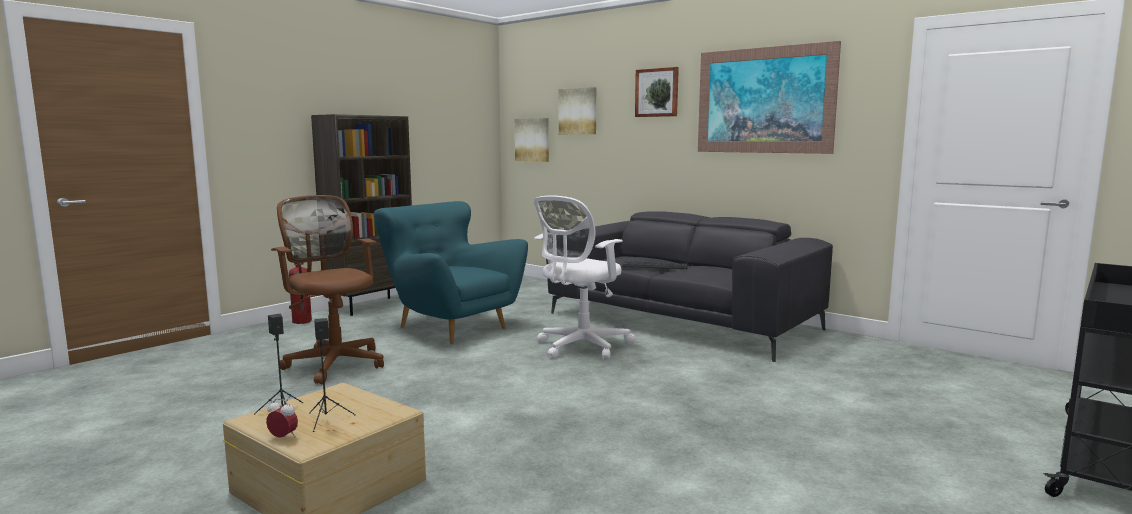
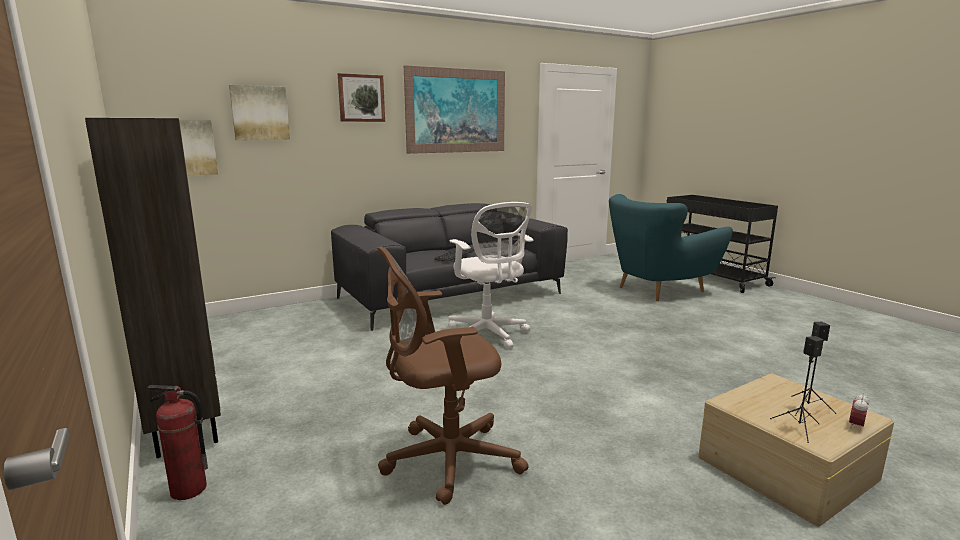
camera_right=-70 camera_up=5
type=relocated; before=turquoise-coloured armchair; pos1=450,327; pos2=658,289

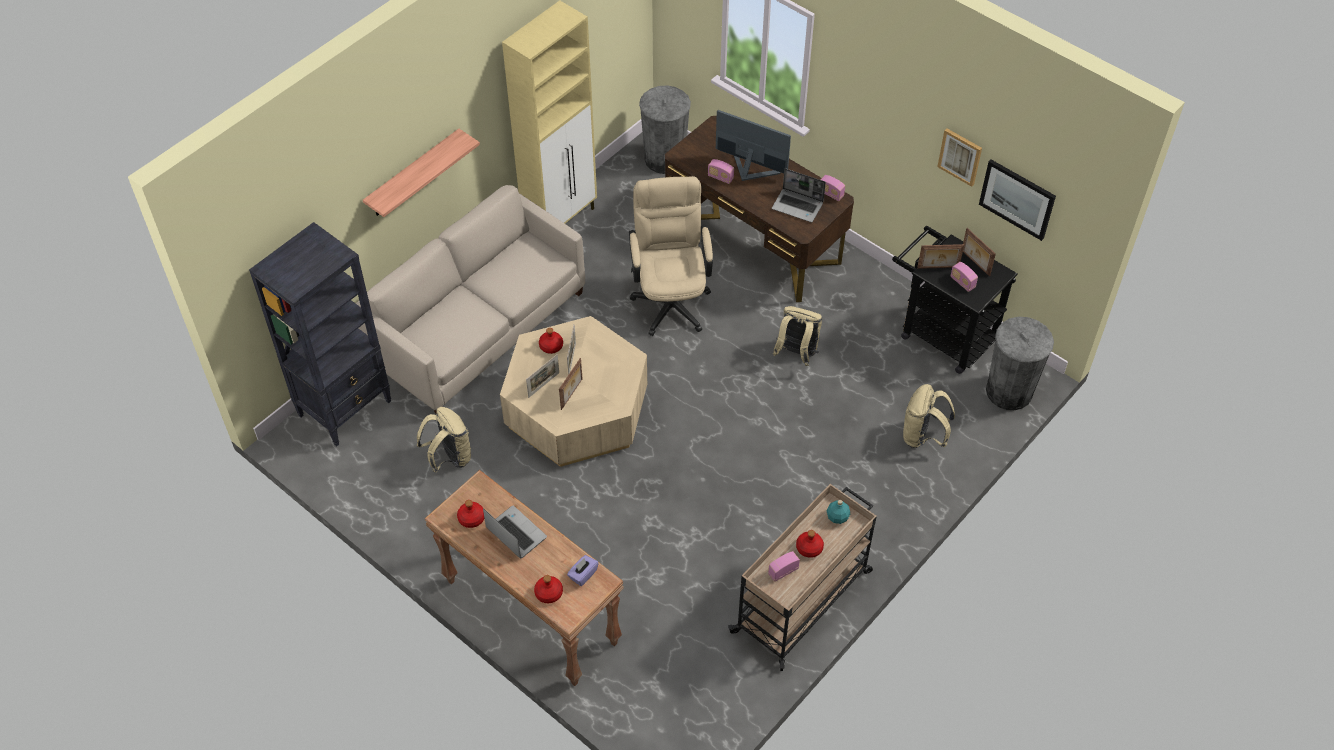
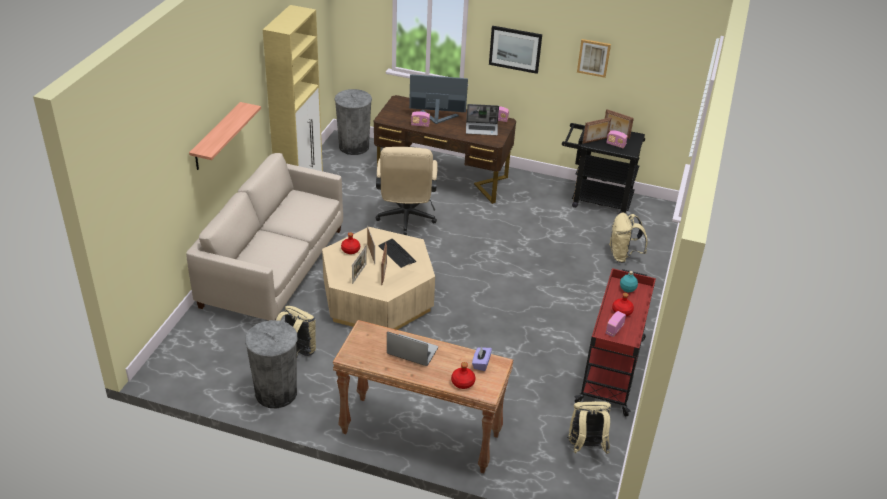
camera_right=-25 camera_up=-15
type=missing; before=black shelving unit; pos1=346,408
type=missing; before=reddish drink bottle; pos1=471,519
type=appeared; after=computer keyboard; pos2=397,253
type=relocated; before=sand-coloured backpack; pos1=796,353; pos2=585,446
type=relocated; before=picture; pos1=1017,199; pos2=515,49
type=relocated; before=grey waste bin; pos1=1009,391; pos2=276,393
type=colour; before=sand-coloured cart; after=reddish cart; pos1=803,600; pos2=611,369
type=spun; before=sand-coloured office chair; pos1=671,298; pos2=405,219; turn=-150

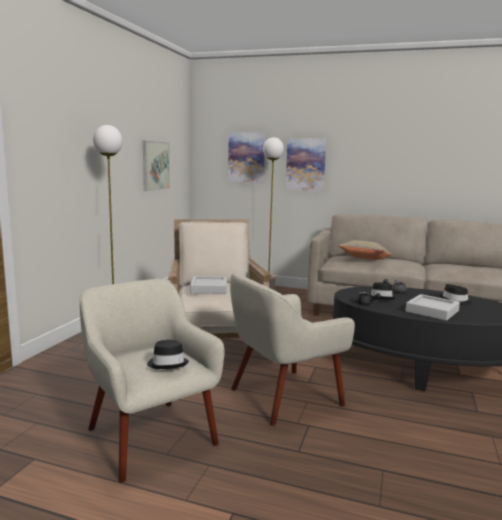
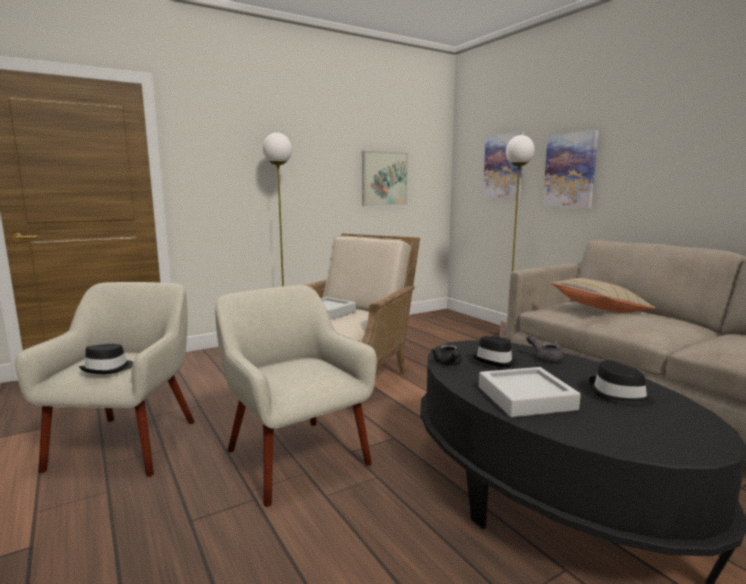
camera_right=40 camera_up=0
type=spun; before=sand-coloured armchair; pos1=283,396; pos2=295,456; turn=45

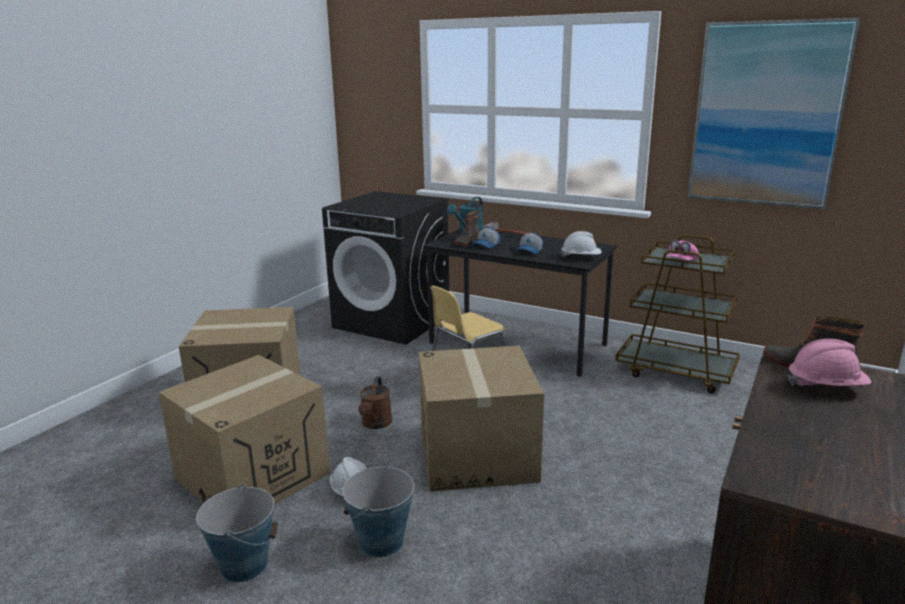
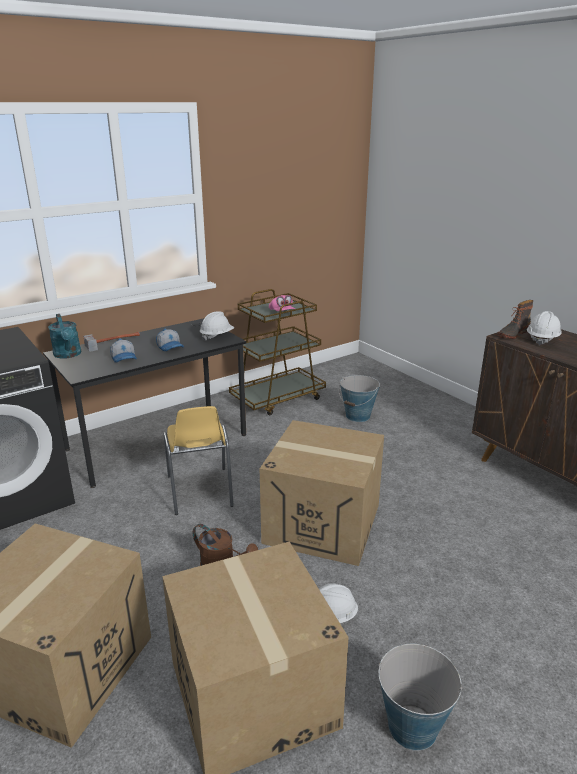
camera_right=-65 camera_up=5
type=missing; before=tall boot; pos1=465,242
type=missing; before=picture; pos1=766,115
type=relocated; before=water bucket; pos1=381,542; pos2=358,416
type=colour; before=pink-coloured hard hat; after=white hard hat; pos1=826,386; pos2=542,339

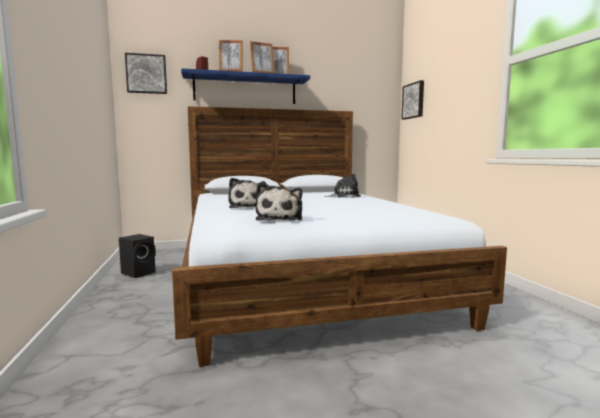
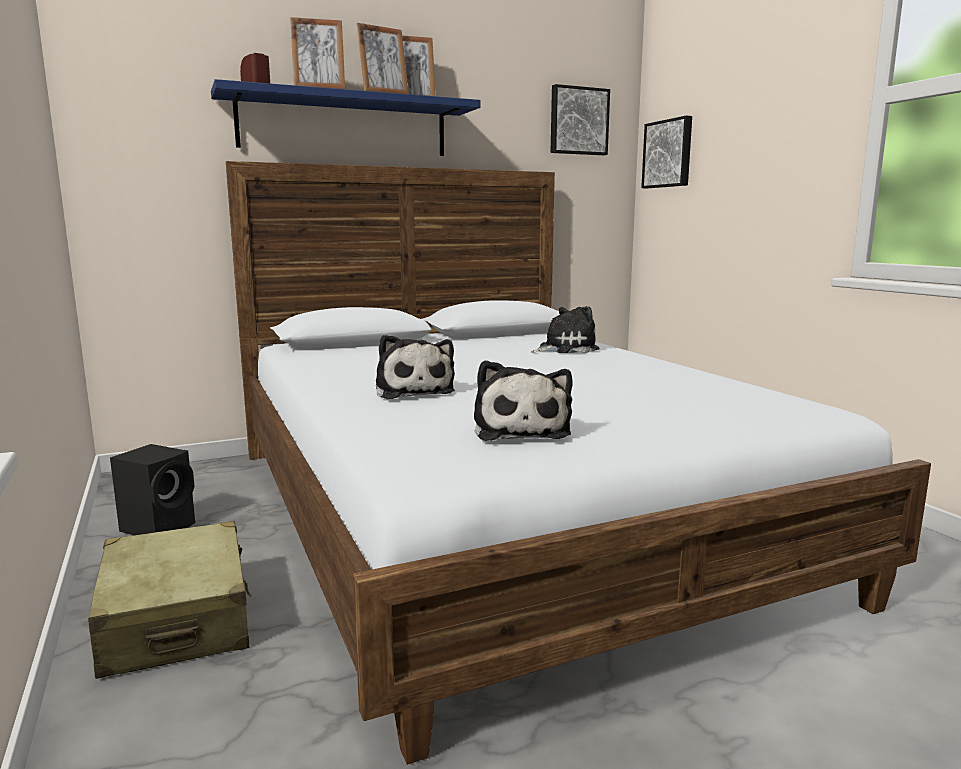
camera_right=-10 camera_up=5
type=appeared; after=sand-coloured suitcase; pos2=177,620
type=relocated; before=picture; pos1=146,74; pos2=578,121

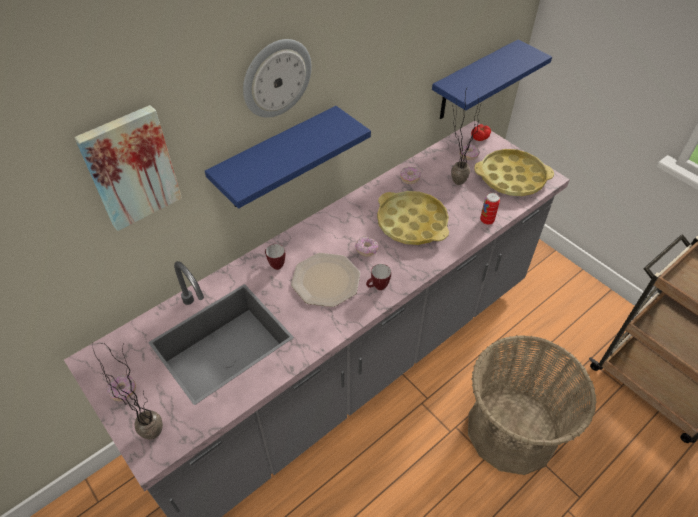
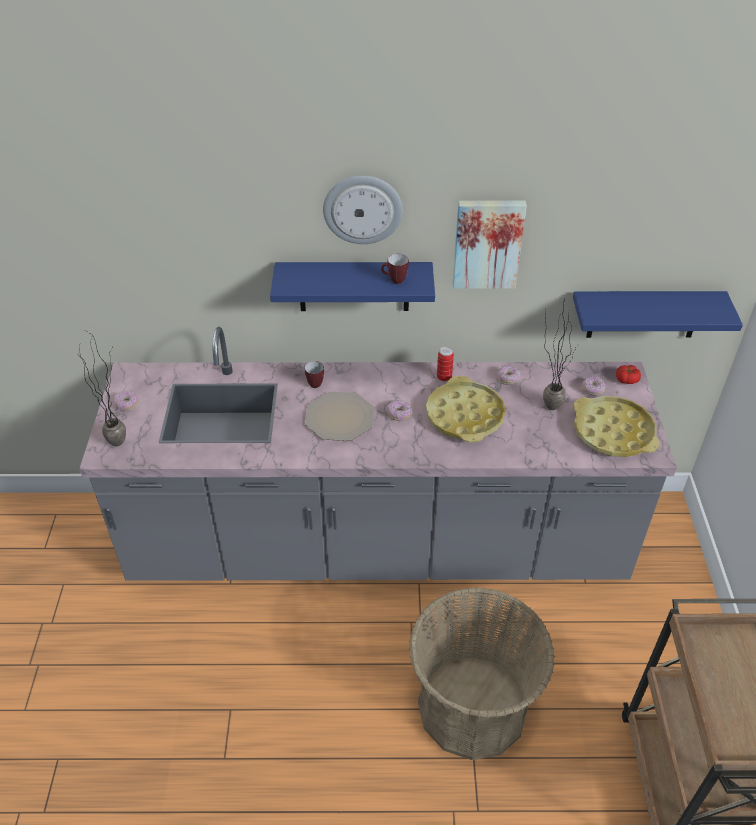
camera_right=40 camera_up=-5
type=relocated; before=picture; pos1=130,167; pos2=487,243
type=relocated; before=mug; pos1=377,287; pos2=394,281
type=relocated; before=can; pos1=487,220; pos2=444,377

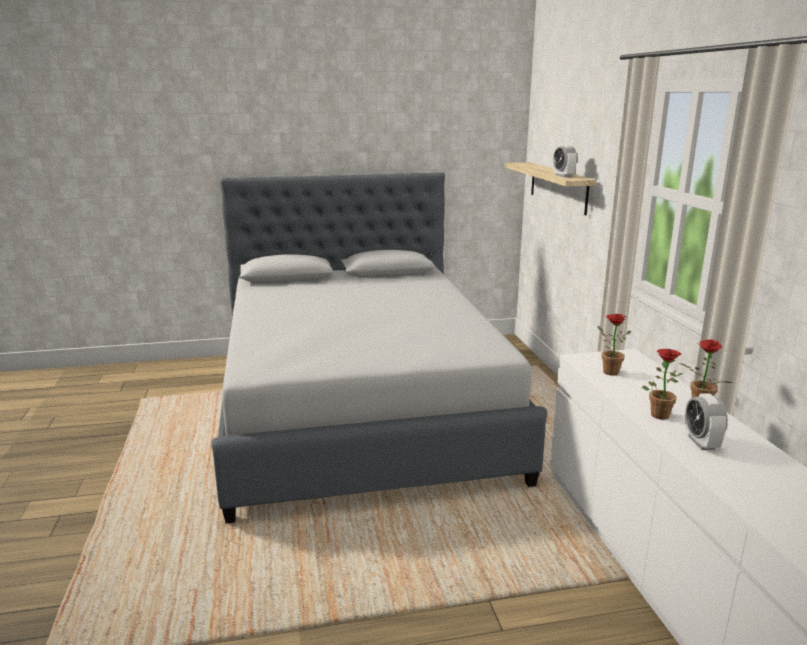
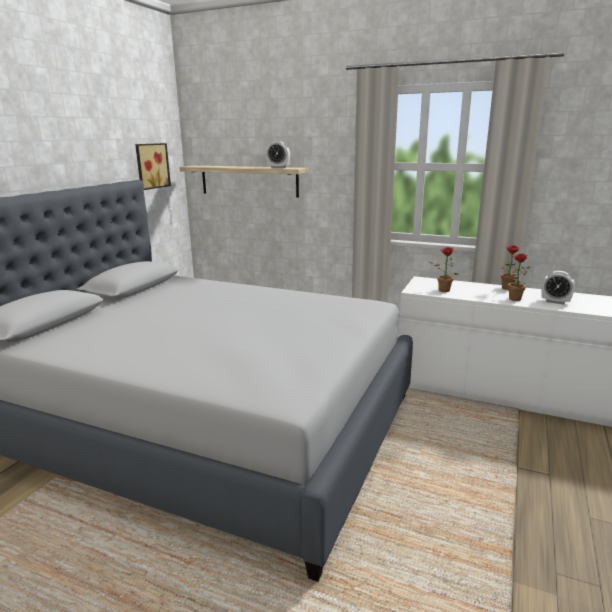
camera_right=-55 camera_up=0
type=appeared; after=picture; pos2=151,166

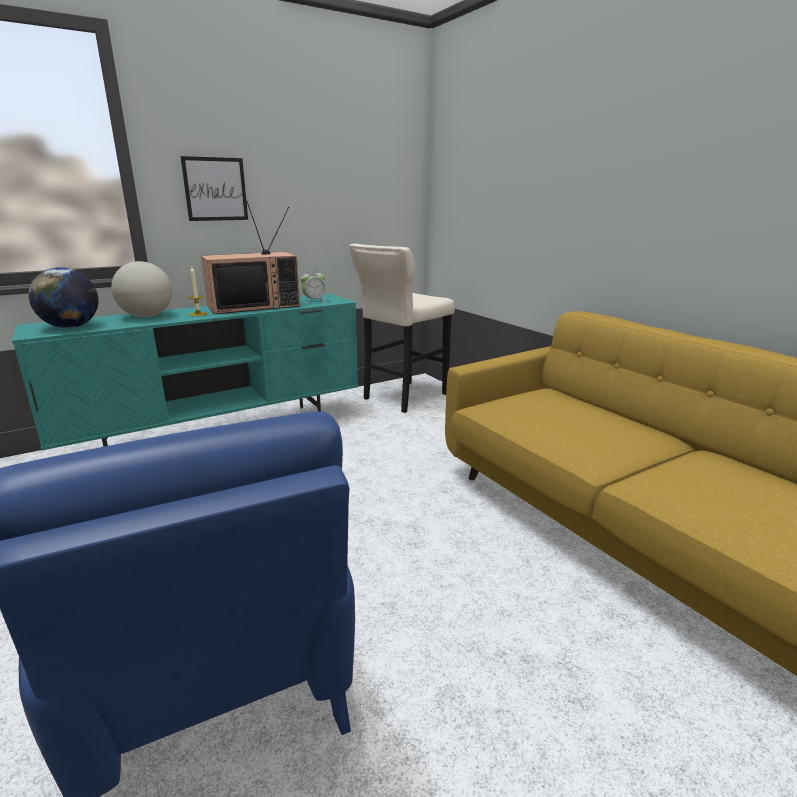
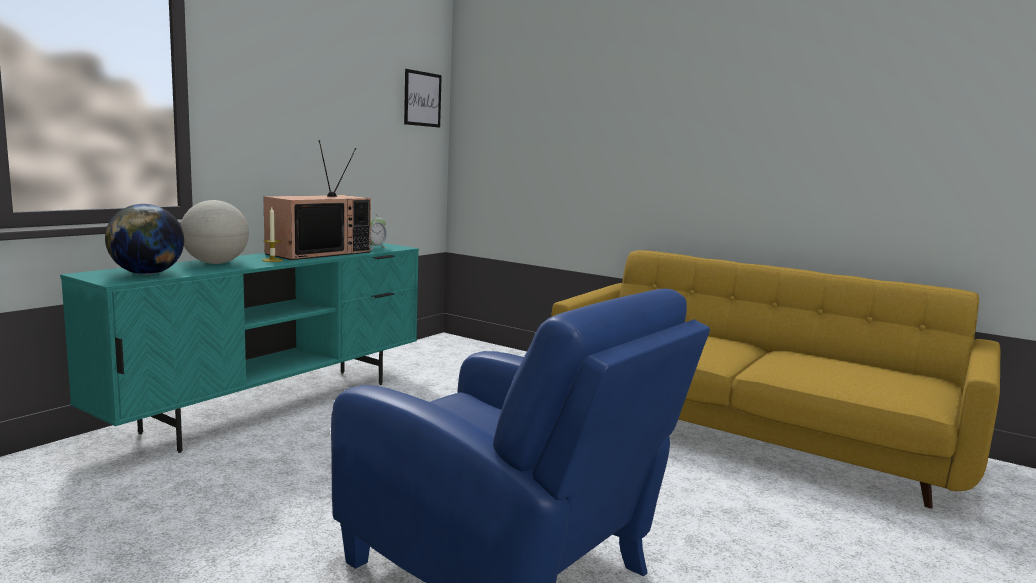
camera_right=-25 camera_up=-10
type=missing; before=sand-coloured stool; pos1=403,398
type=relocated; before=picture; pos1=215,189; pos2=422,99

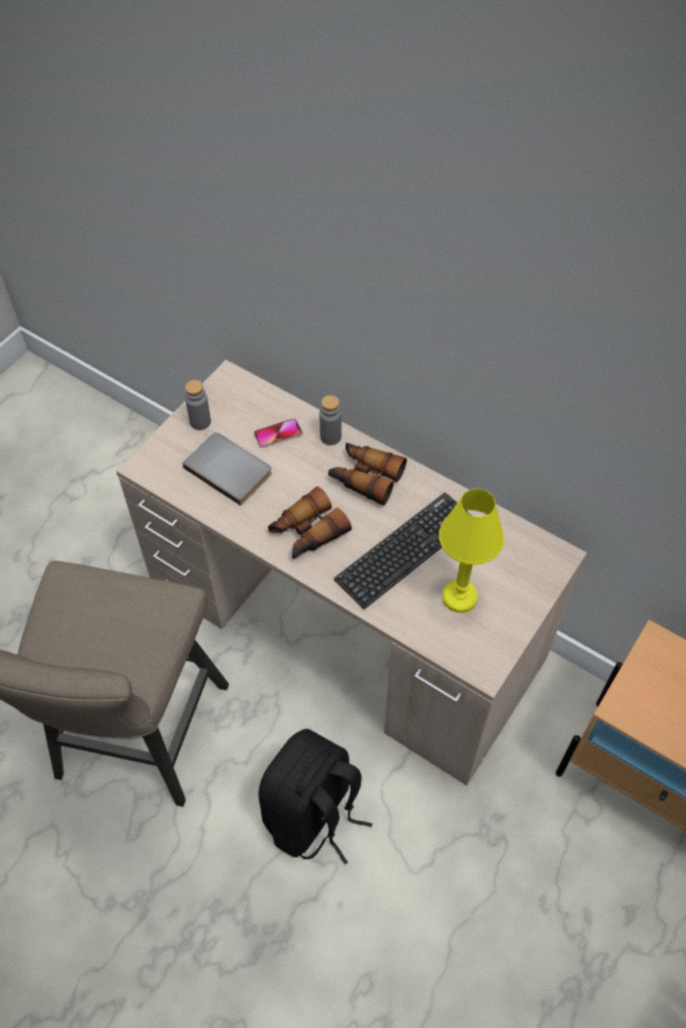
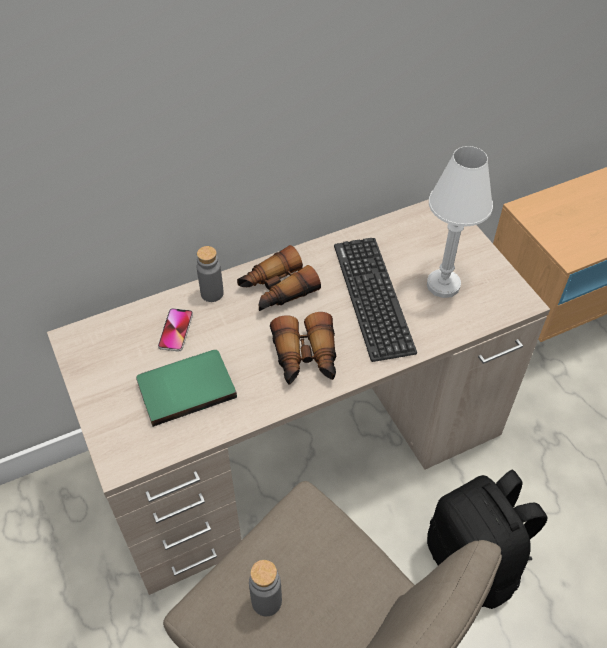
camera_right=-60 camera_up=-5
type=relocated; before=grey drink bottle; pos1=200,422; pos2=266,601
type=colour; before=grey book; after=greenish book; pos1=230,468; pos2=185,387
type=colour; before=yellow-coloured table lamp; after=white table lamp; pos1=459,597; pos2=443,285

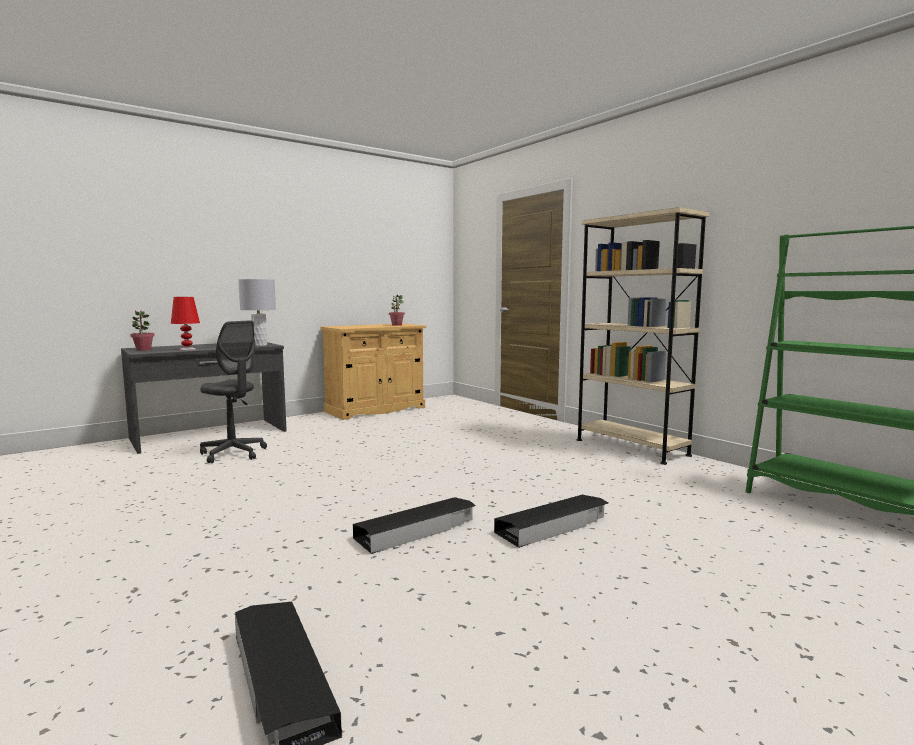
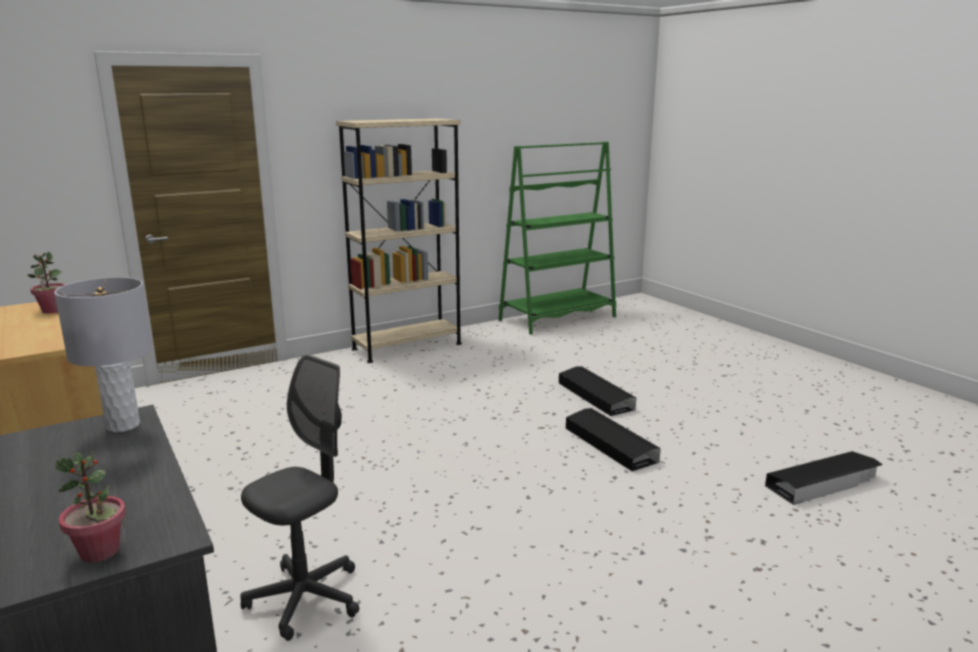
camera_right=-85 camera_up=10
type=missing; before=reddish table lamp; pos1=187,349

